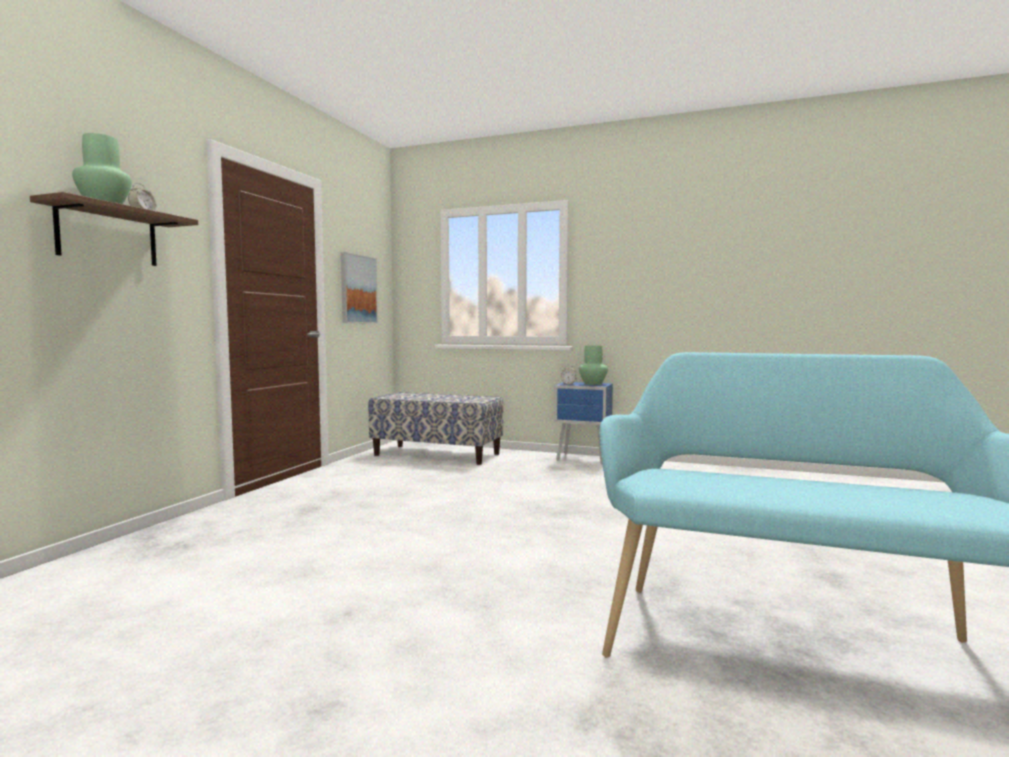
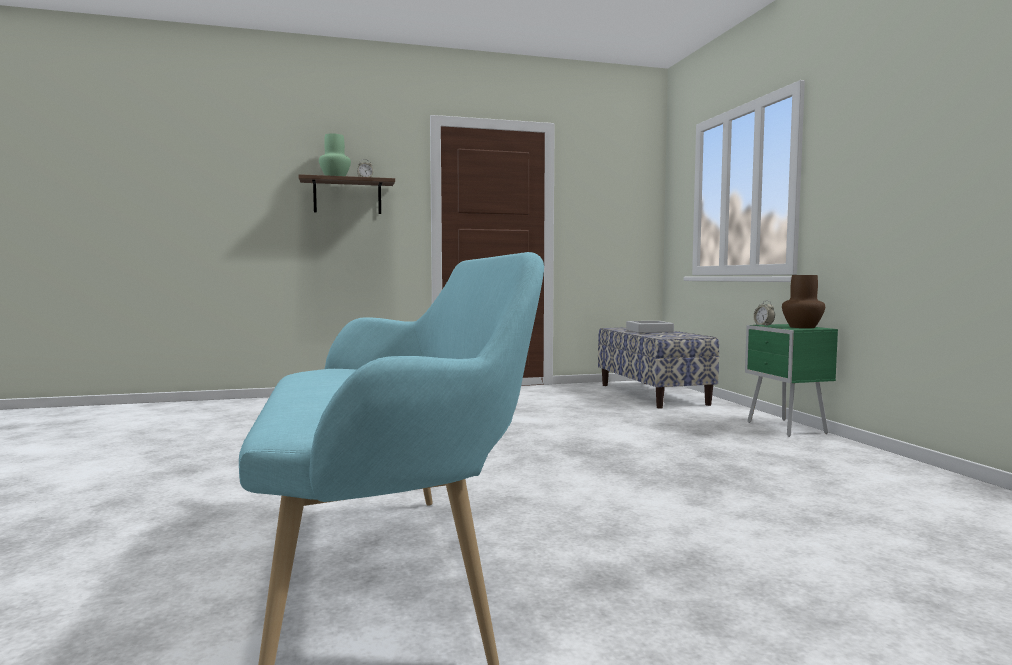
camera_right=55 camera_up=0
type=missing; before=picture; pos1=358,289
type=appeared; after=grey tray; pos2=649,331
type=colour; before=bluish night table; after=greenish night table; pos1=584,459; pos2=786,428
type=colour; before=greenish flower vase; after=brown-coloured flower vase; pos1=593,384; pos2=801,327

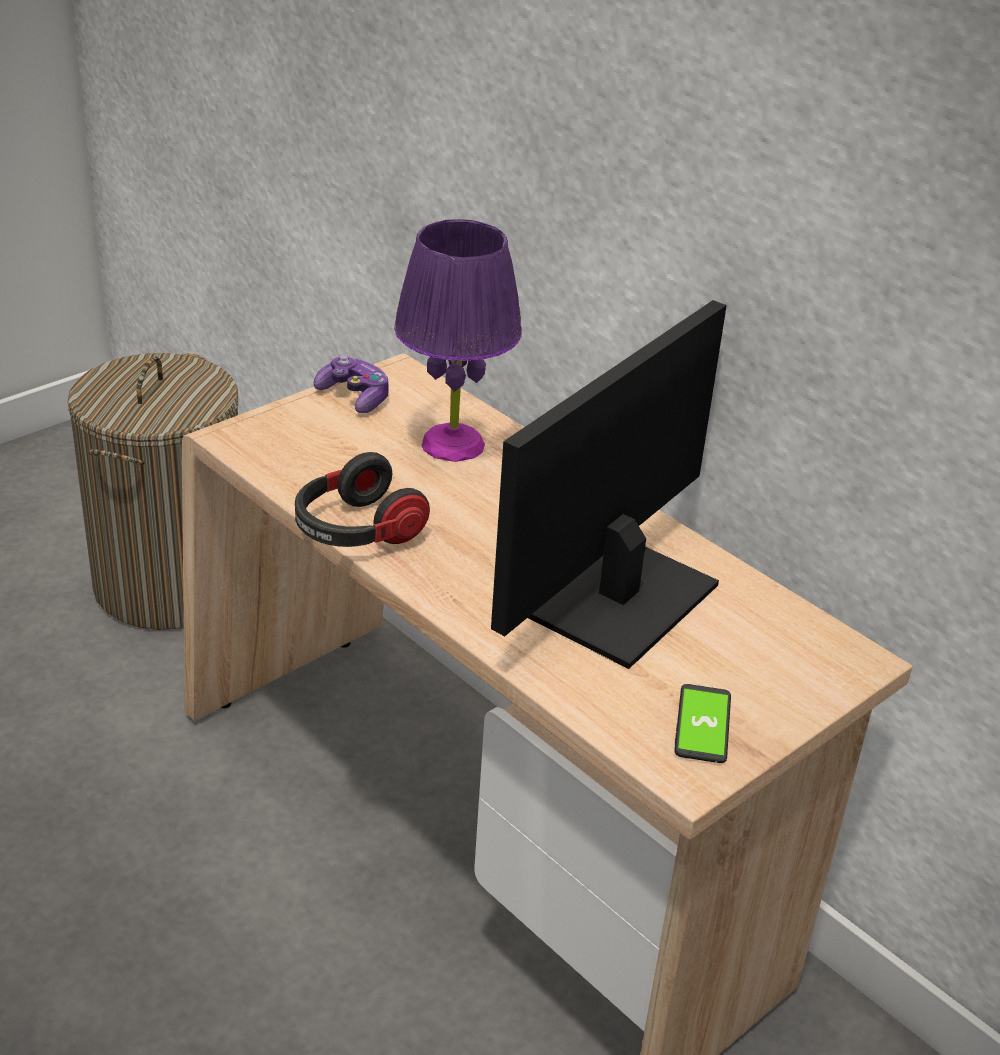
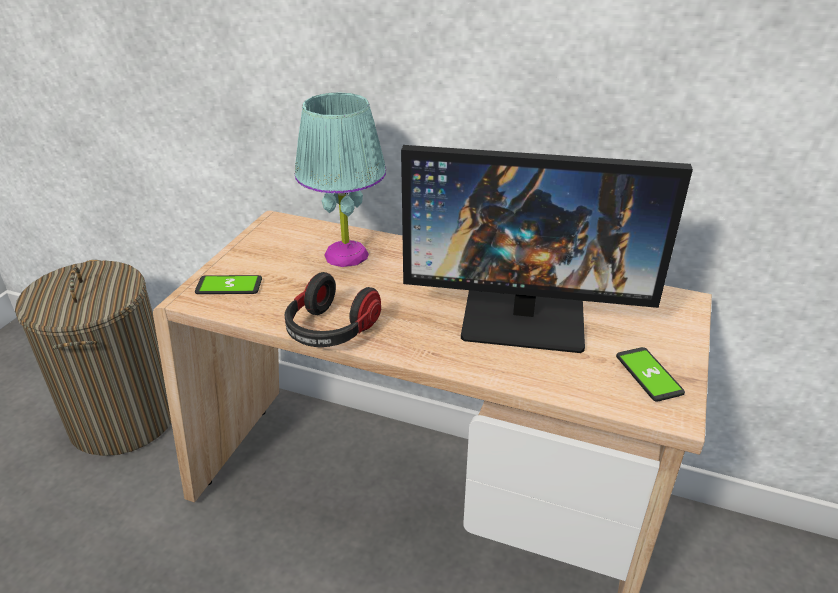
camera_right=-25 camera_up=0
type=missing; before=game controller; pos1=354,397
type=appeared; after=handset; pos2=229,286
type=colour; before=purple-coloured table lamp; after=turquoise-coloured table lamp; pos1=453,444; pos2=346,254
type=spun; before=computer screen; pos1=613,597; pos2=525,315; turn=-90

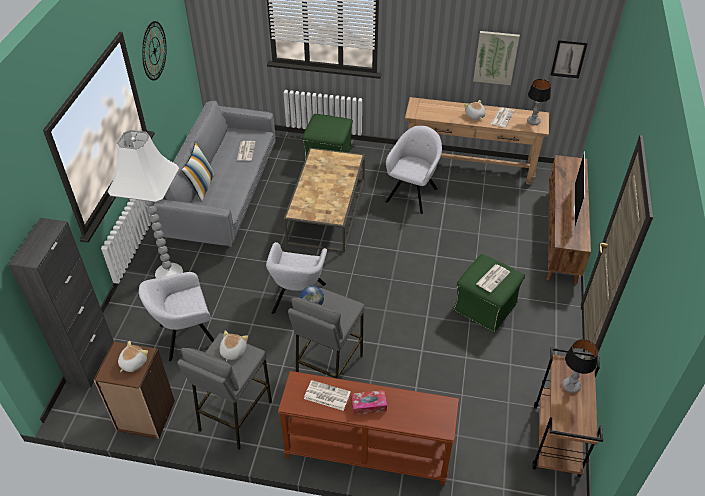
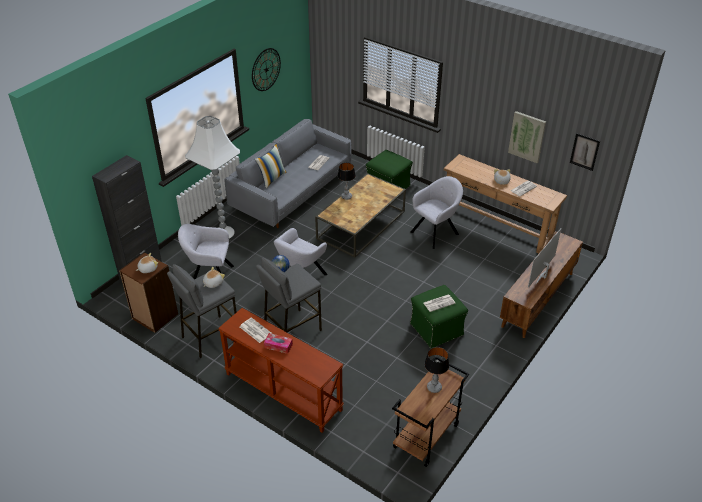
camera_right=25 camera_up=-5
type=relocated; before=table lamp; pos1=533,122; pos2=346,197

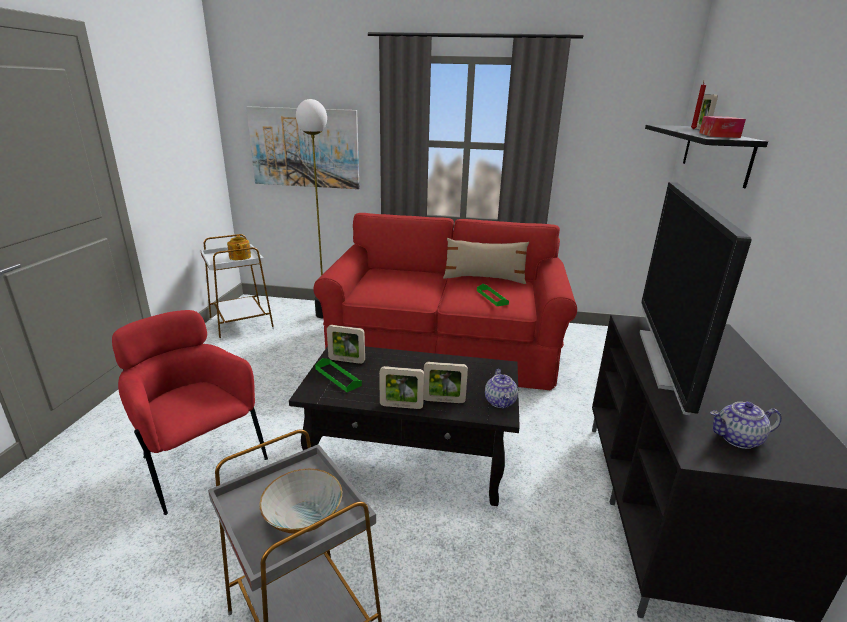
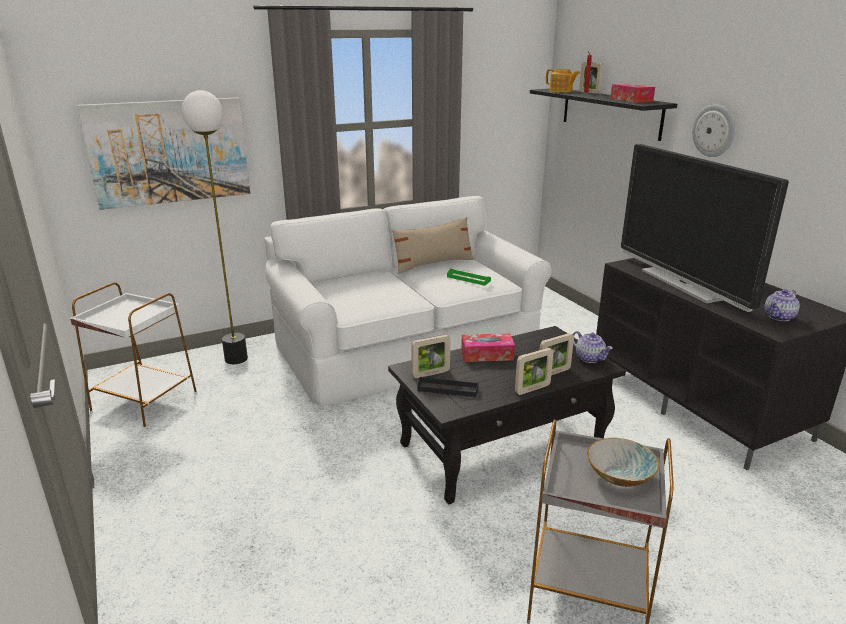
camera_right=-35 camera_up=0
type=missing; before=reddish armchair; pos1=199,462
type=appeared; after=tissue holder; pos2=487,354
type=appeared; after=clock on the wall; pos2=714,130
type=relocated; before=teapot; pos1=239,257; pos2=561,91
type=colour; before=reddish settee; after=white settee; pos1=445,347; pos2=407,348
type=colour; before=greenish tray; after=black tray; pos1=338,377; pos2=448,389

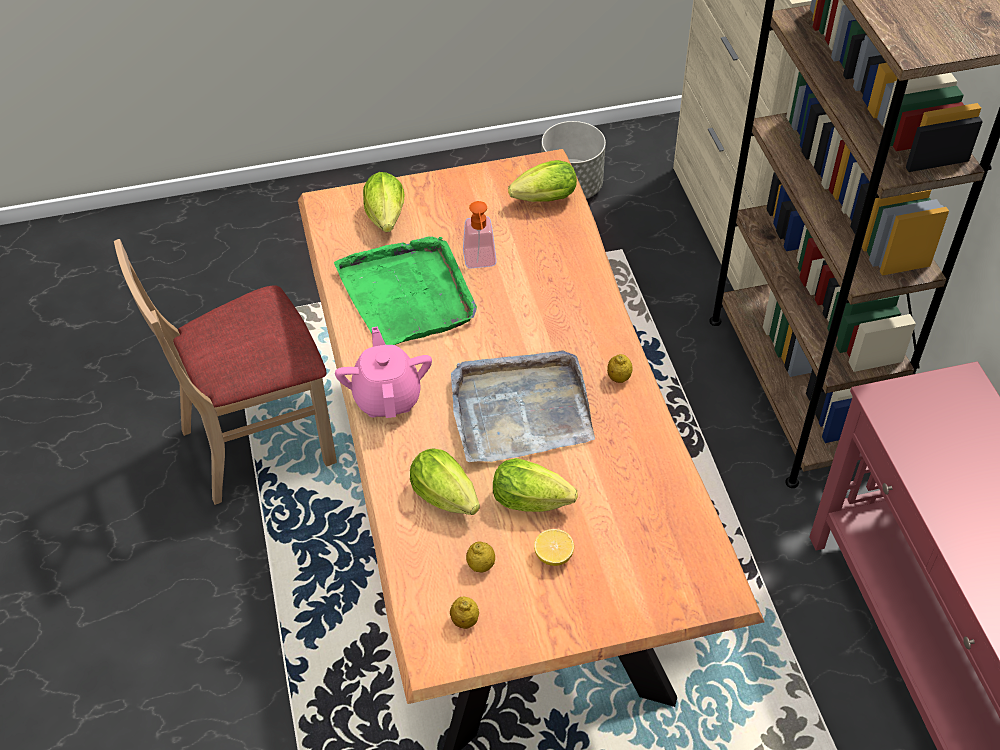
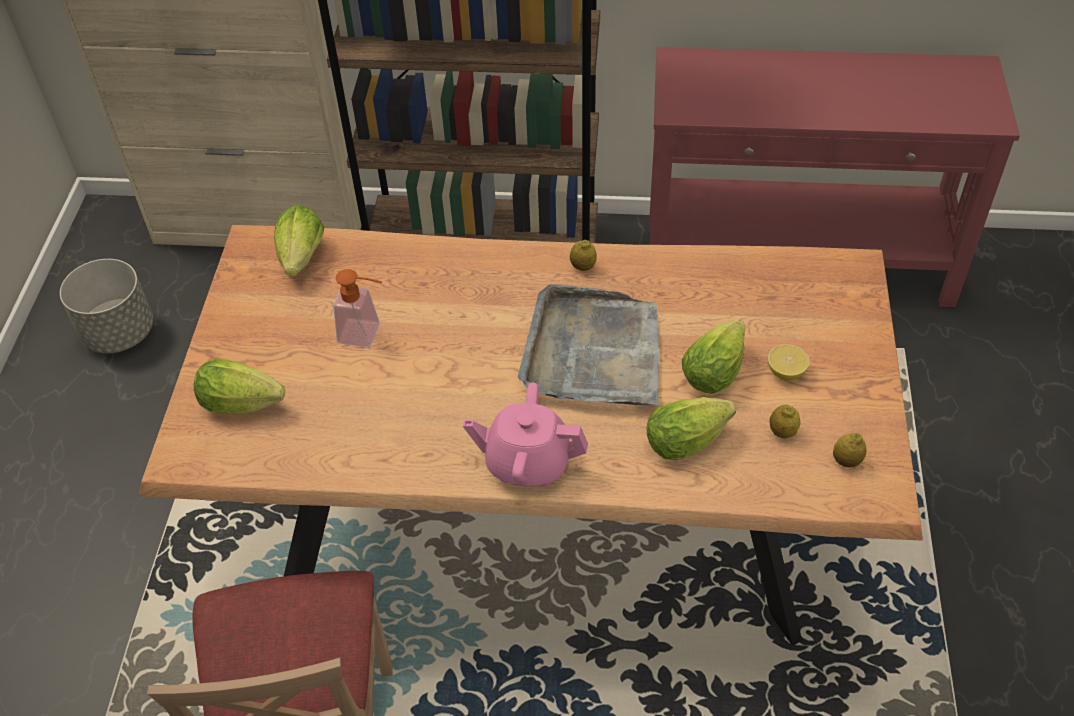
camera_right=-70 camera_up=0
type=missing; before=greenish tray; pos1=408,295

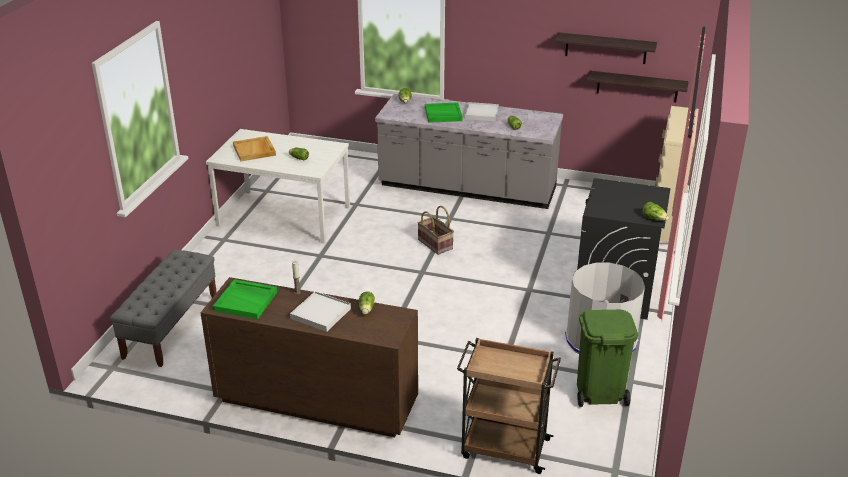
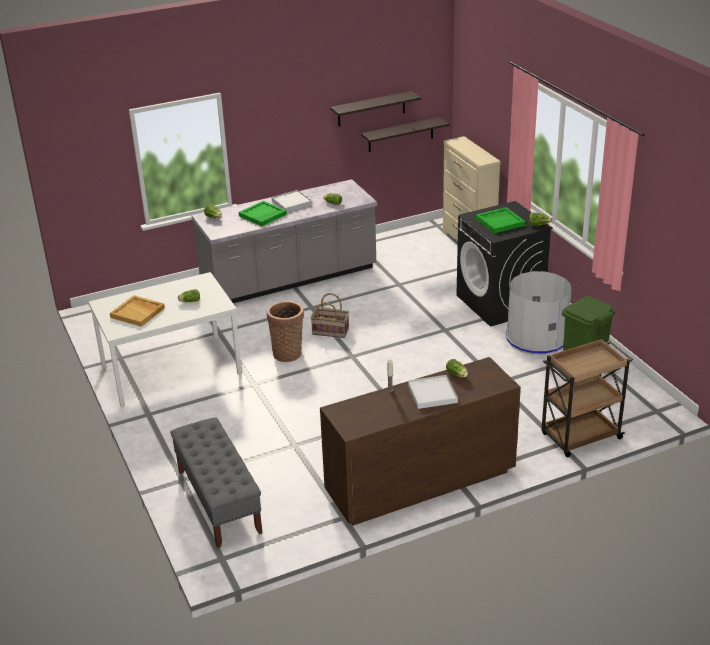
camera_right=-40 camera_up=0
type=appeared; after=basket; pos2=288,353
type=relocated; before=greenish tray; pos1=246,301; pos2=500,222

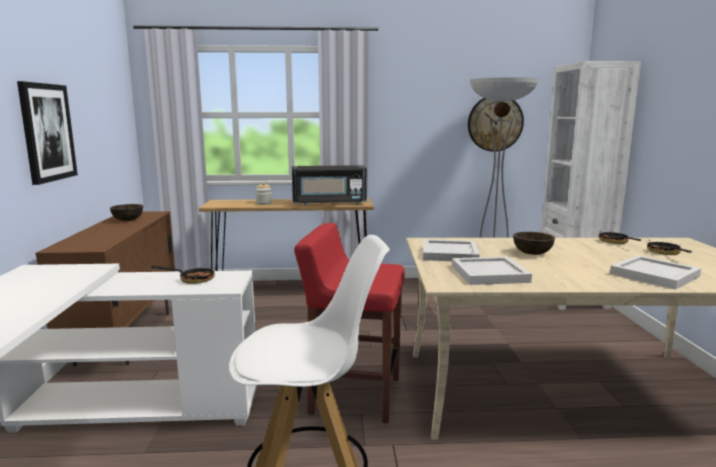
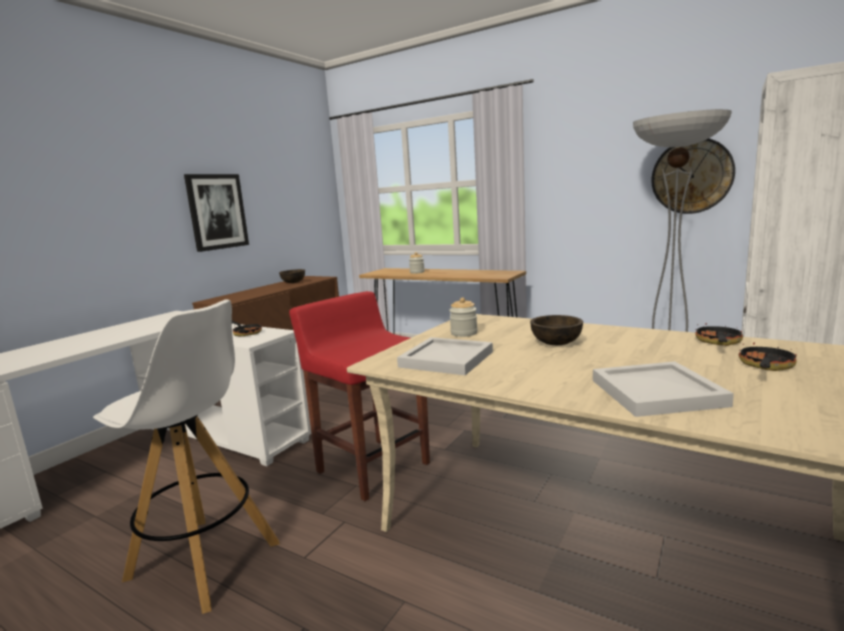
camera_right=35 camera_up=0
type=missing; before=black kitchen microwave; pos1=329,203
type=exchanged; before=white tray; after=jar; pos1=450,253; pos2=464,333

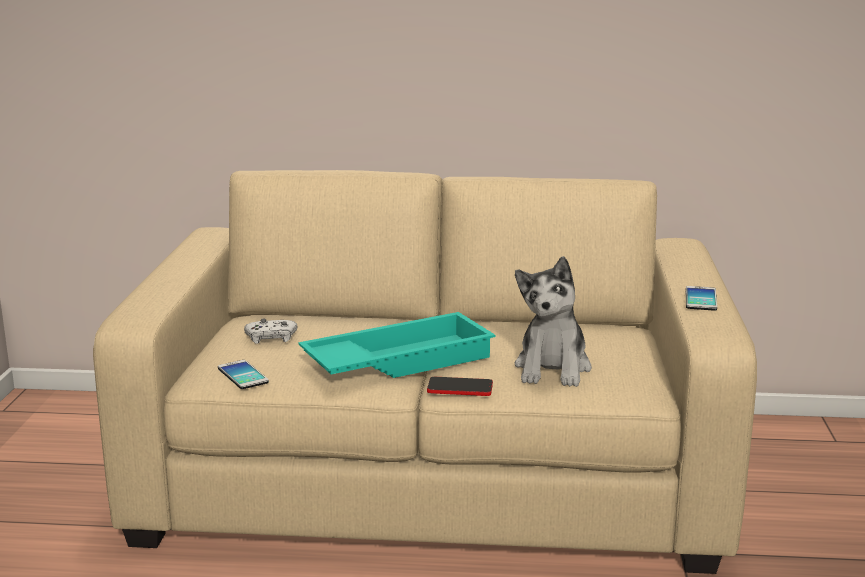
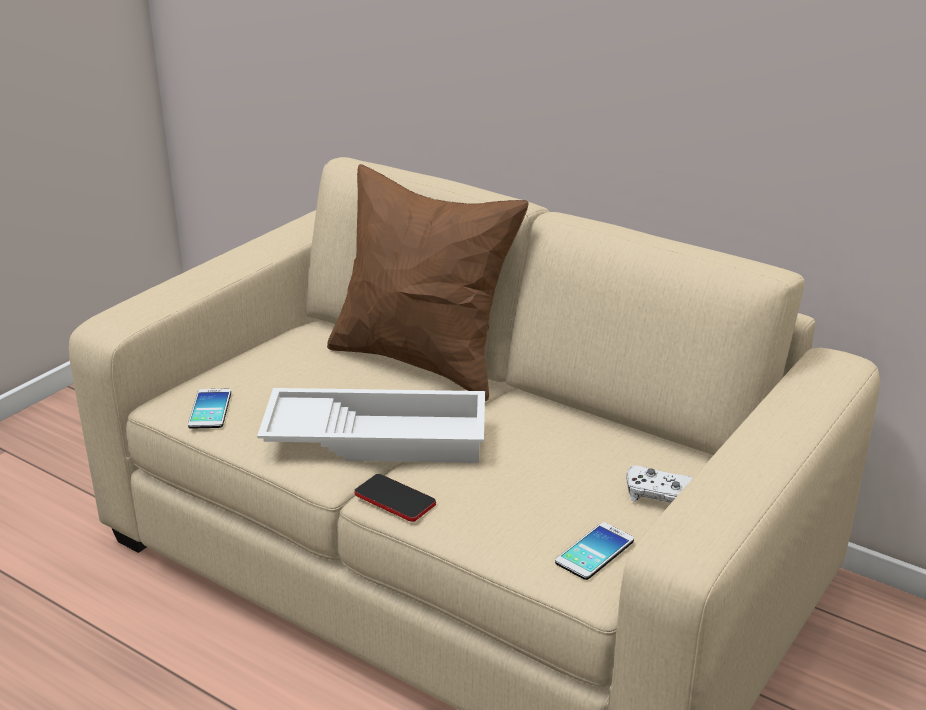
camera_right=30 camera_up=10
type=missing; before=plush toy; pos1=553,368
type=appeared; after=brown-coloured cushion; pos2=423,361
type=relocated; before=white game controller; pos1=271,338; pos2=658,494
type=relocated; before=handset; pos1=700,299; pos2=594,552
type=colour; before=turquoise-coloured tray; after=white tray; pos1=398,360; pos2=378,436

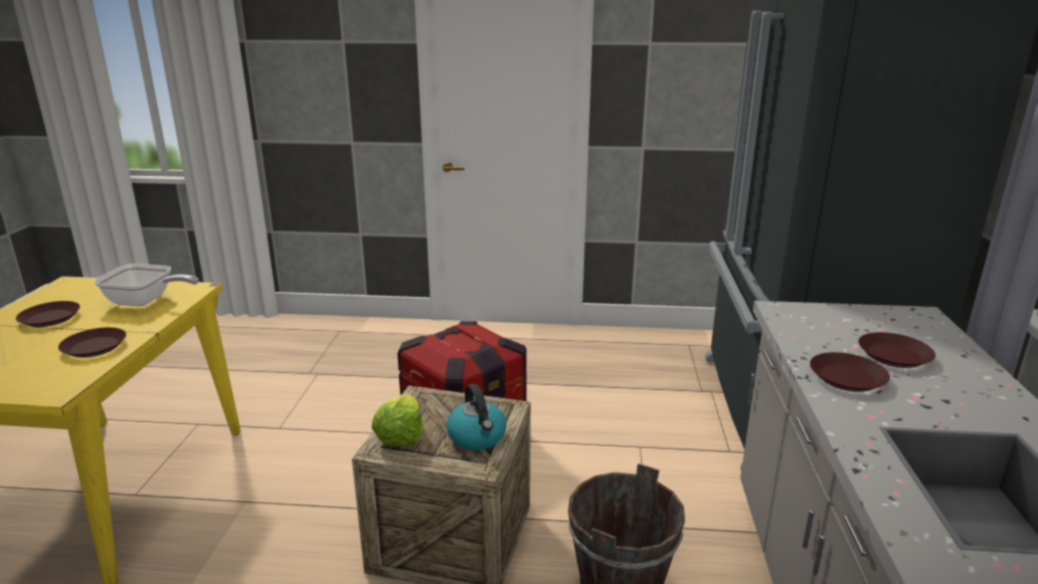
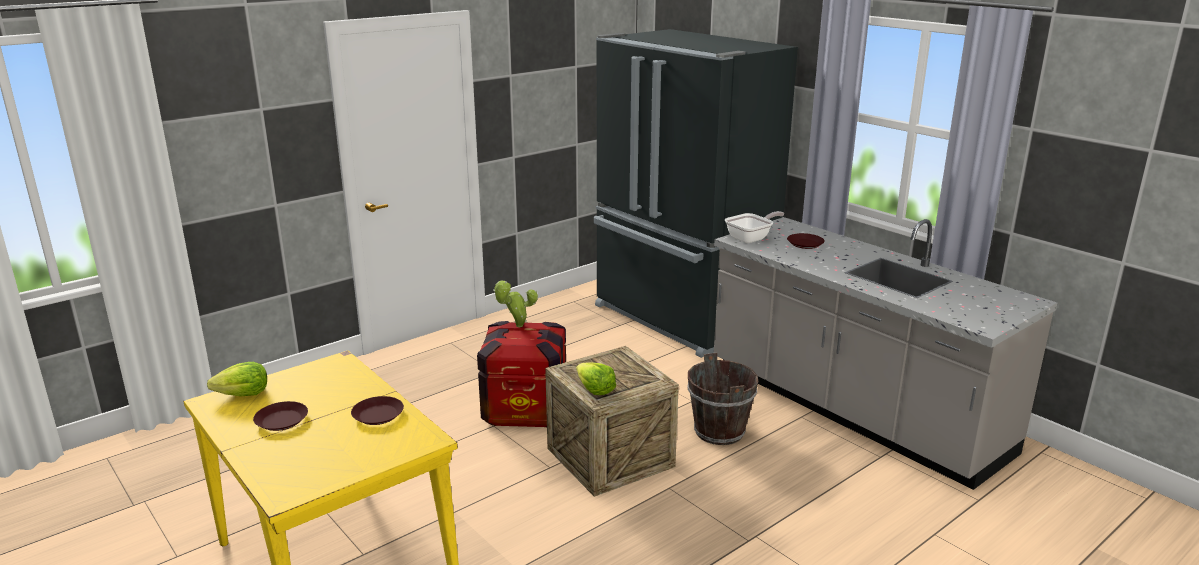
camera_right=-45 camera_up=0
type=missing; before=water kettle; pos1=477,437
type=missing; before=brown-coloured flat dish; pos1=846,378
type=appeared; after=lettuce; pos2=243,394
type=appeared; after=plant in a pot; pos2=517,326
type=relocated; before=frying pan; pos1=145,301; pos2=751,238

